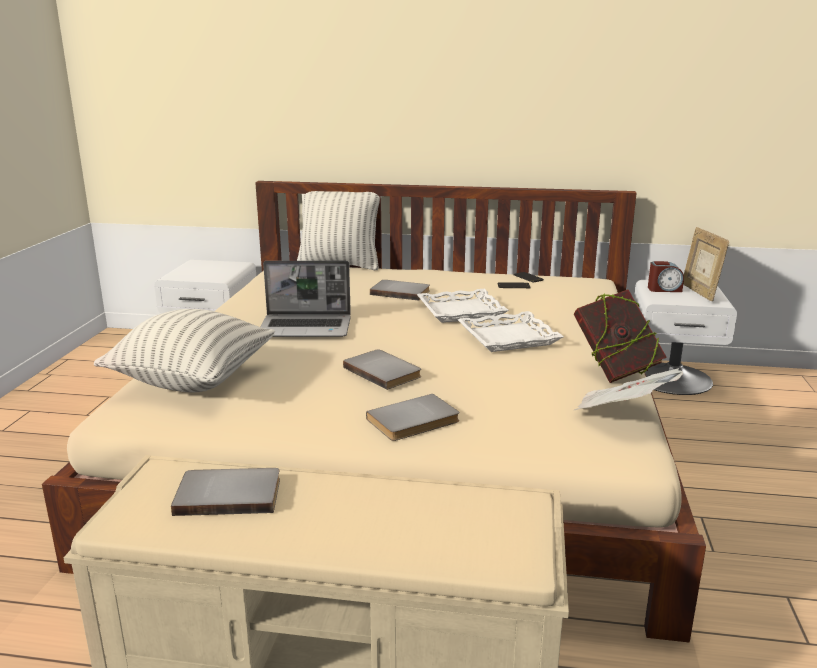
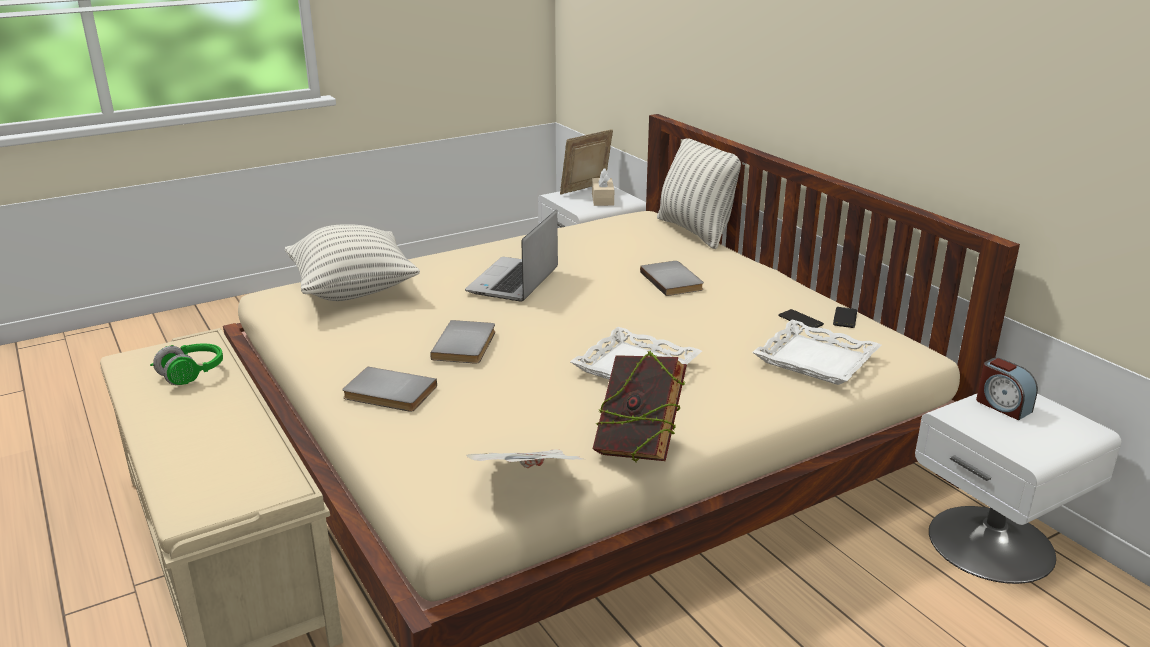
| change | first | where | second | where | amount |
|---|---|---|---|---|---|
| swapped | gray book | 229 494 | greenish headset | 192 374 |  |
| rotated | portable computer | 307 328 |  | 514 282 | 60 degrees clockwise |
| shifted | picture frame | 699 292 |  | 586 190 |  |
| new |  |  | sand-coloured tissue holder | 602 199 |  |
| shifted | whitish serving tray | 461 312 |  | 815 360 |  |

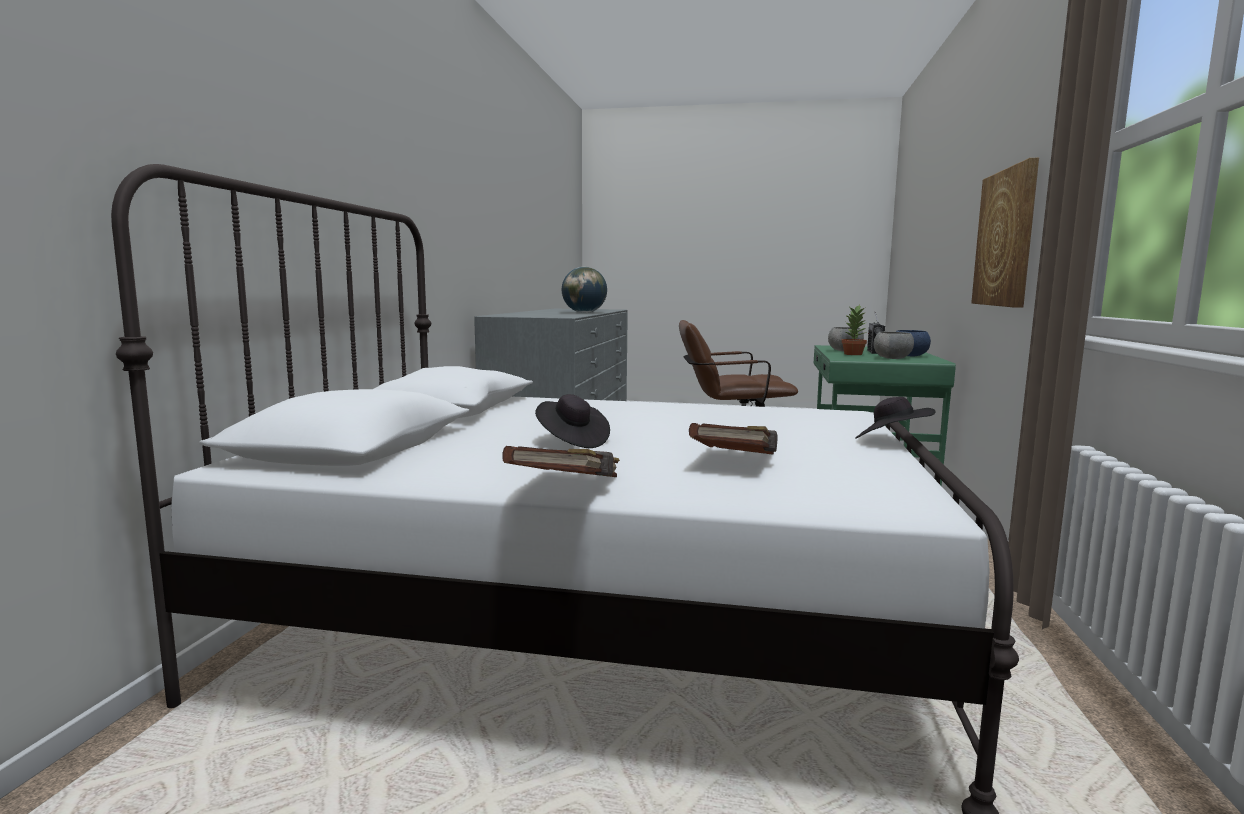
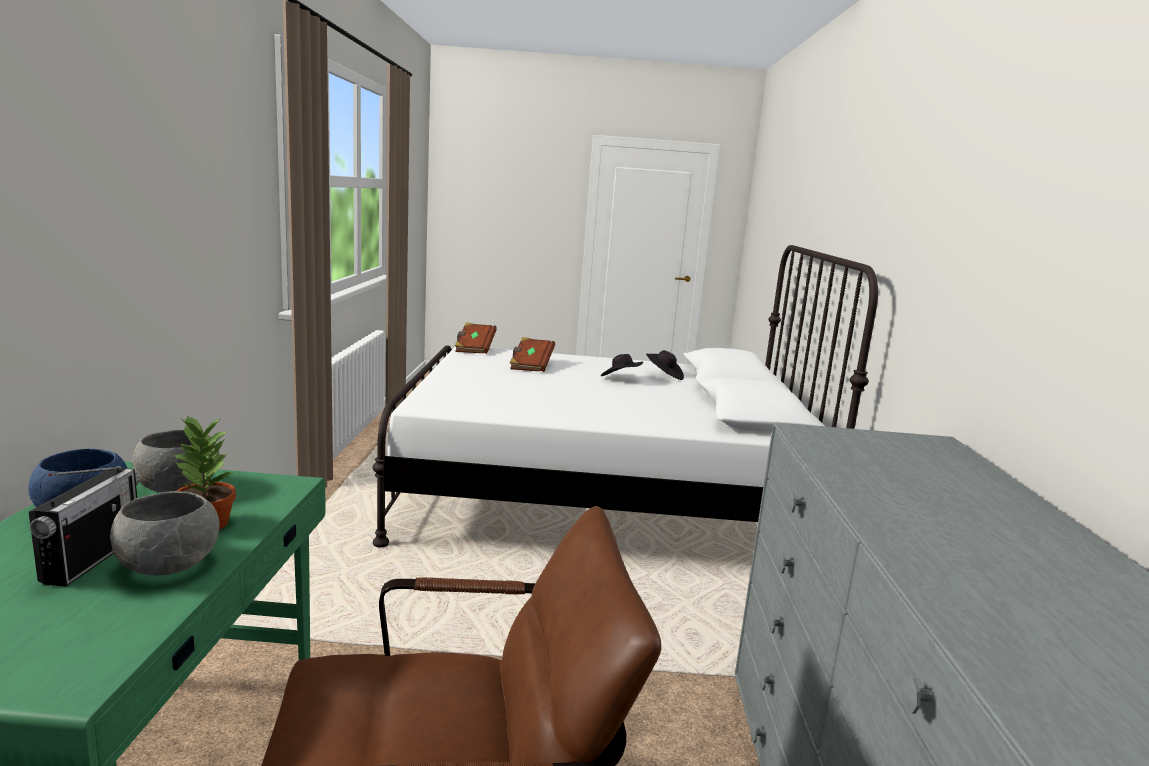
| change | first | where | second | where | amount |
|---|---|---|---|---|---|
| shifted | brownish book | 568 489 |  | 474 348 |  |
| shifted | blackish clothing hat | 891 441 |  | 664 376 |  |
| gone | globe | 584 312 |  |  |  |
| gone | wall art | 1006 238 |  |  |  |

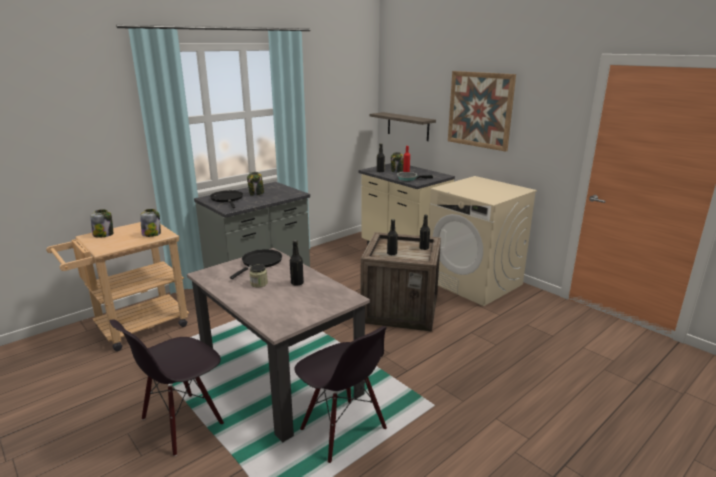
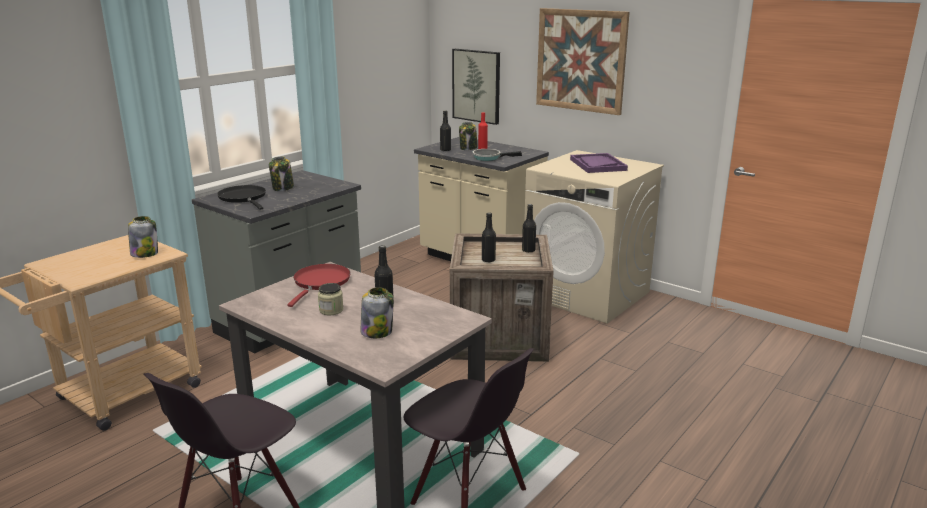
| change | first | where | second | where | amount |
|---|---|---|---|---|---|
| repainted | blackish skillet | 260 262 | red skillet | 320 282 |  |
| shifted | preserve jar | 104 234 |  | 377 332 |  |
| swapped | bracket shelf | 408 126 | wall art | 476 86 |  |
| new |  |  | purple-coloured serving tray | 597 165 |  |

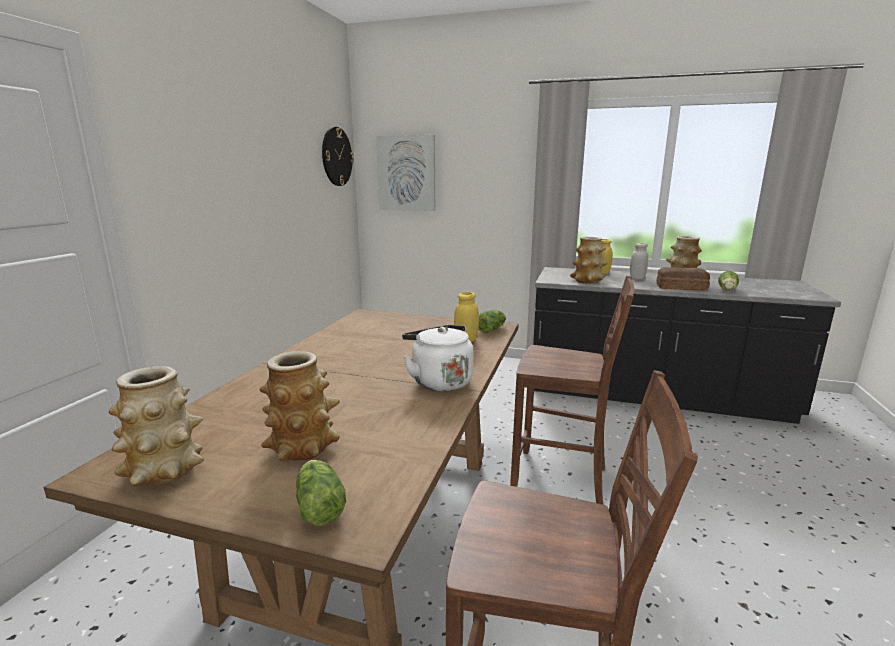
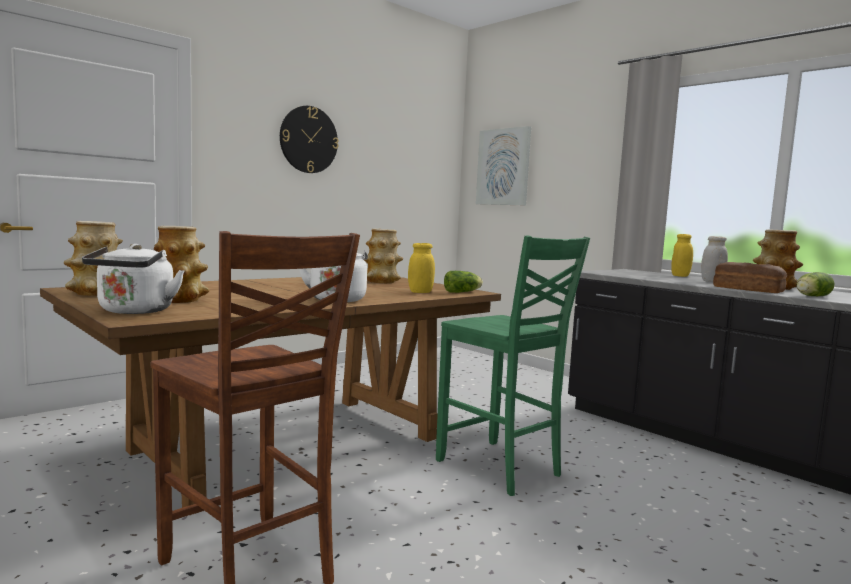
| change | first | where | second | where | amount |
|---|---|---|---|---|---|
| swapped | lettuce head | 319 505 | whitish water kettle | 134 311 |  |
| shifted | clock on the wall | 336 156 |  | 308 139 |  |
| shifted | decorative vase | 587 281 |  | 381 281 |  |
| repainted | brownish plain chair | 561 479 | greenish plain chair | 500 468 |  |

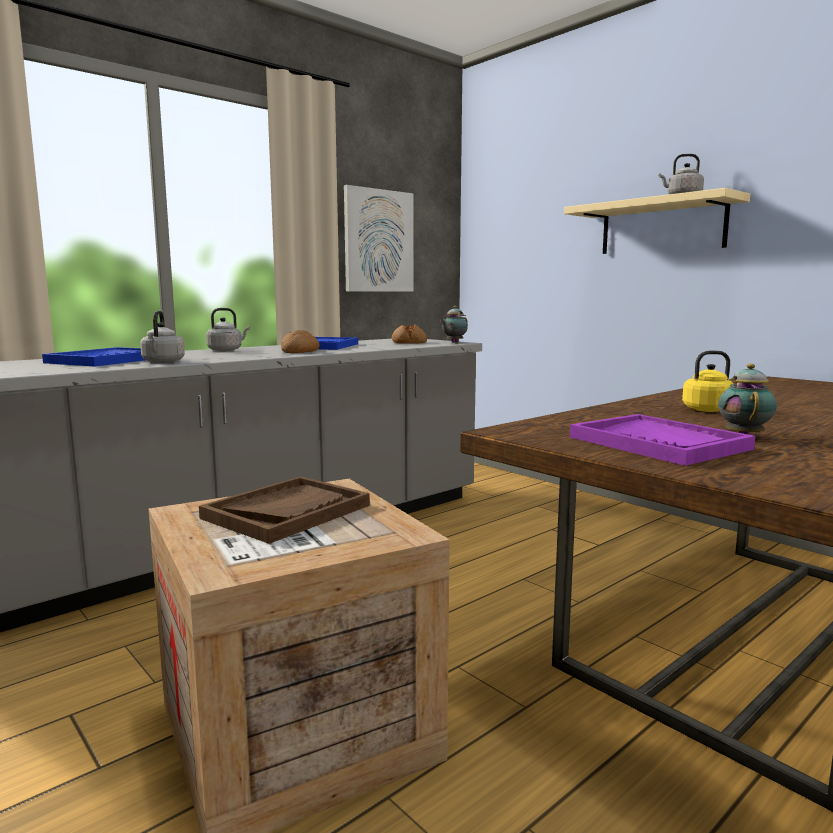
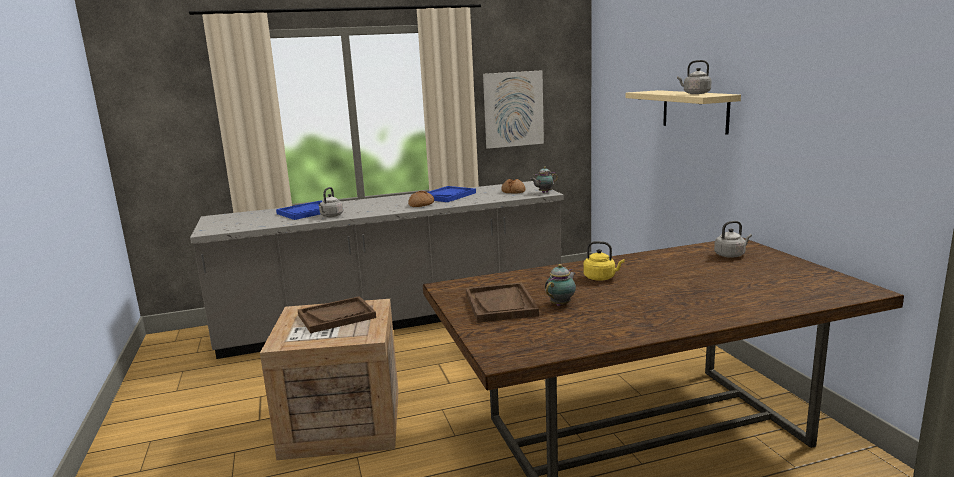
| change | first | where | second | where | amount |
|---|---|---|---|---|---|
| repainted | purple-coloured serving tray | 658 443 | brownish serving tray | 501 305 |  |
| shifted | gray water kettle | 226 350 |  | 731 255 |  |

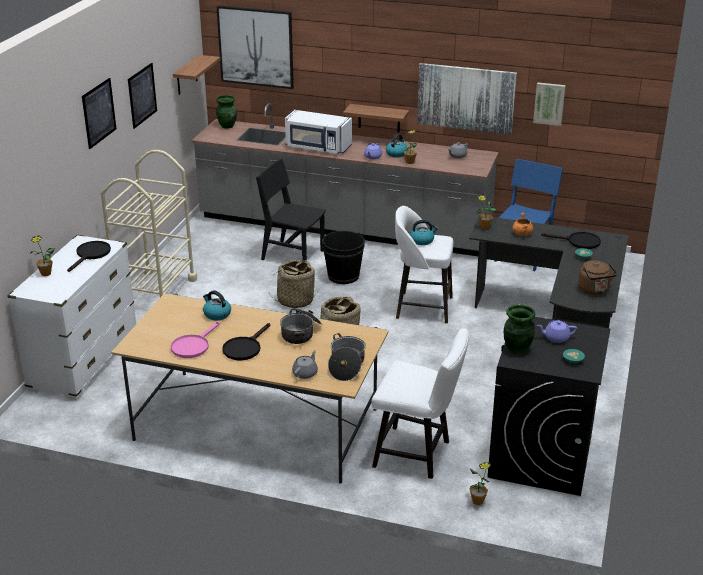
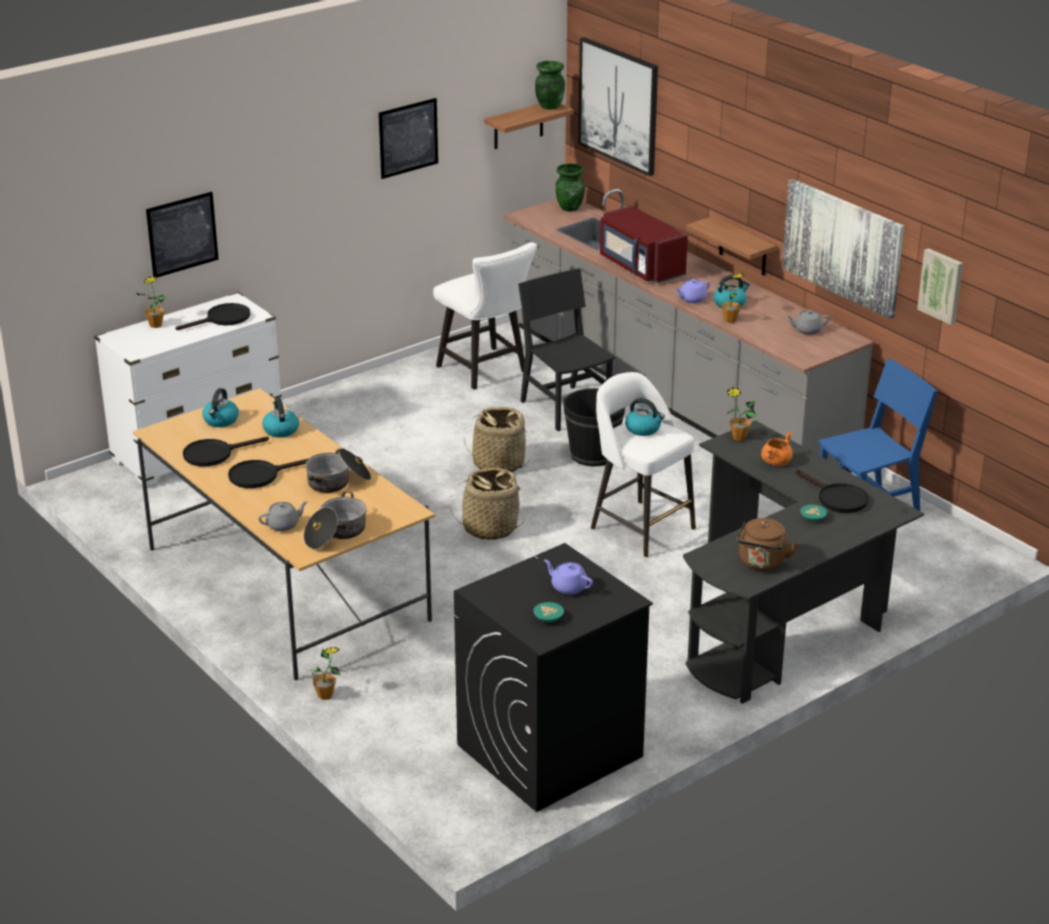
| change | first | where | second | where | amount |
|---|---|---|---|---|---|
| shifted | wall art | 99 113 |  | 182 234 |  |
| repainted | pinkish skillet | 193 346 | blackish skillet | 214 454 |  |
| new |  |  | water kettle | 221 421 |  |
| shifted | plant in a pot | 477 501 |  | 325 695 |  |
| shifted | whitish plain chair | 417 454 |  | 486 371 |  |
| shifted | greenish decorative vase | 517 349 |  | 549 106 |  |
| repainted | whitish kitchen microwave | 317 147 | red kitchen microwave | 640 267 |  |
| gone | sand-coloured trolley | 155 292 |  |  |  |

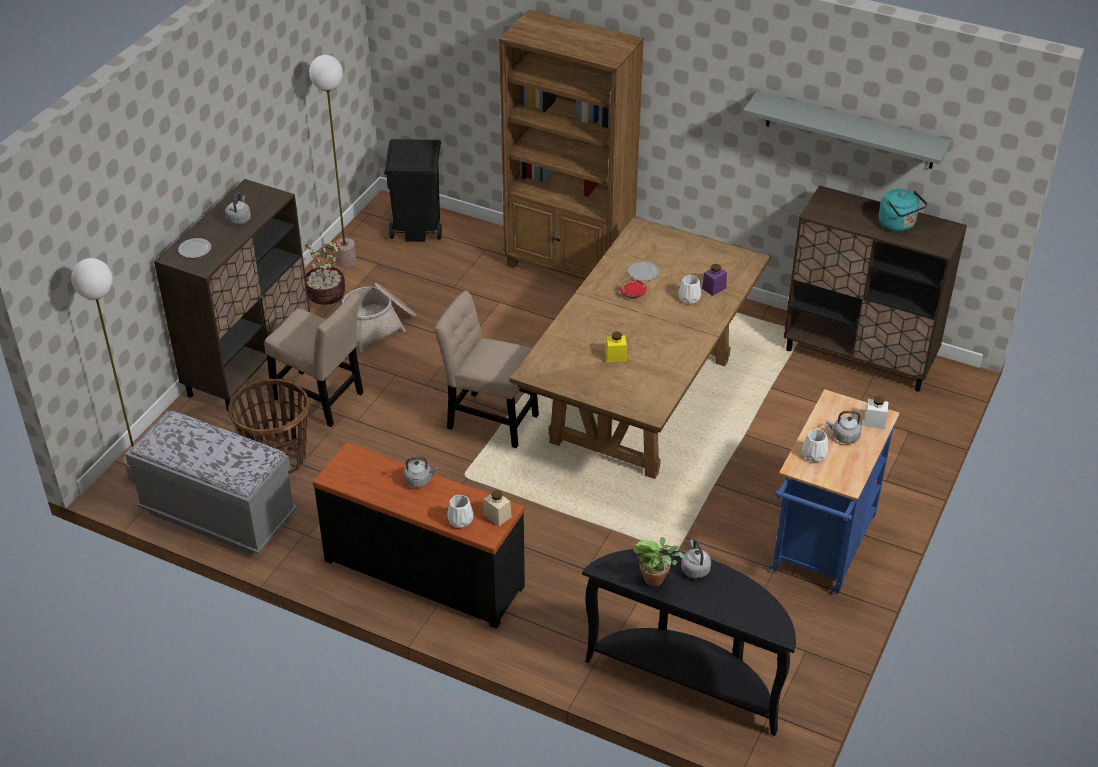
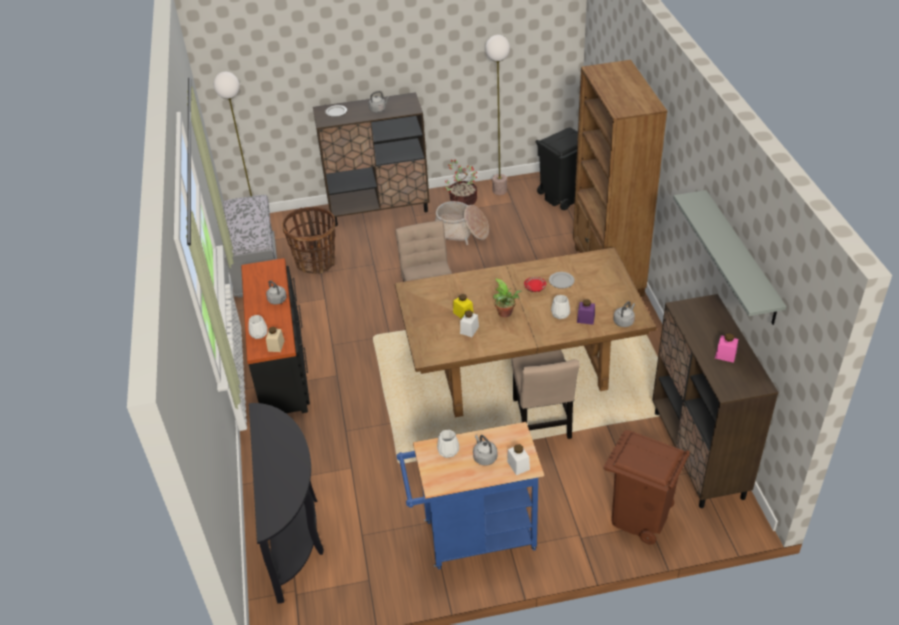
| change | first | where | second | where | amount |
|---|---|---|---|---|---|
| new |  |  | whitish preserve jar | 469 330 |  |
| shifted | plant in a pot | 656 579 |  | 506 314 |  |
| shifted | sand-coloured plain chair | 321 399 |  | 541 421 |  |
| new |  |  | brownish rubbish bin | 639 517 |  |
| shifted | gray water kettle | 694 568 |  | 624 321 |  |
| swapped | turquoise water kettle | 898 224 | pinkish preserve jar | 725 355 |  |

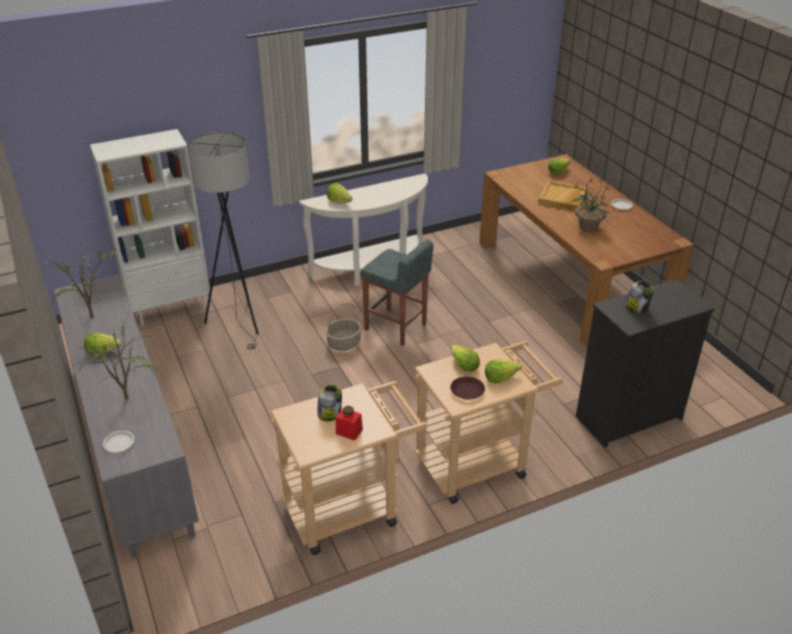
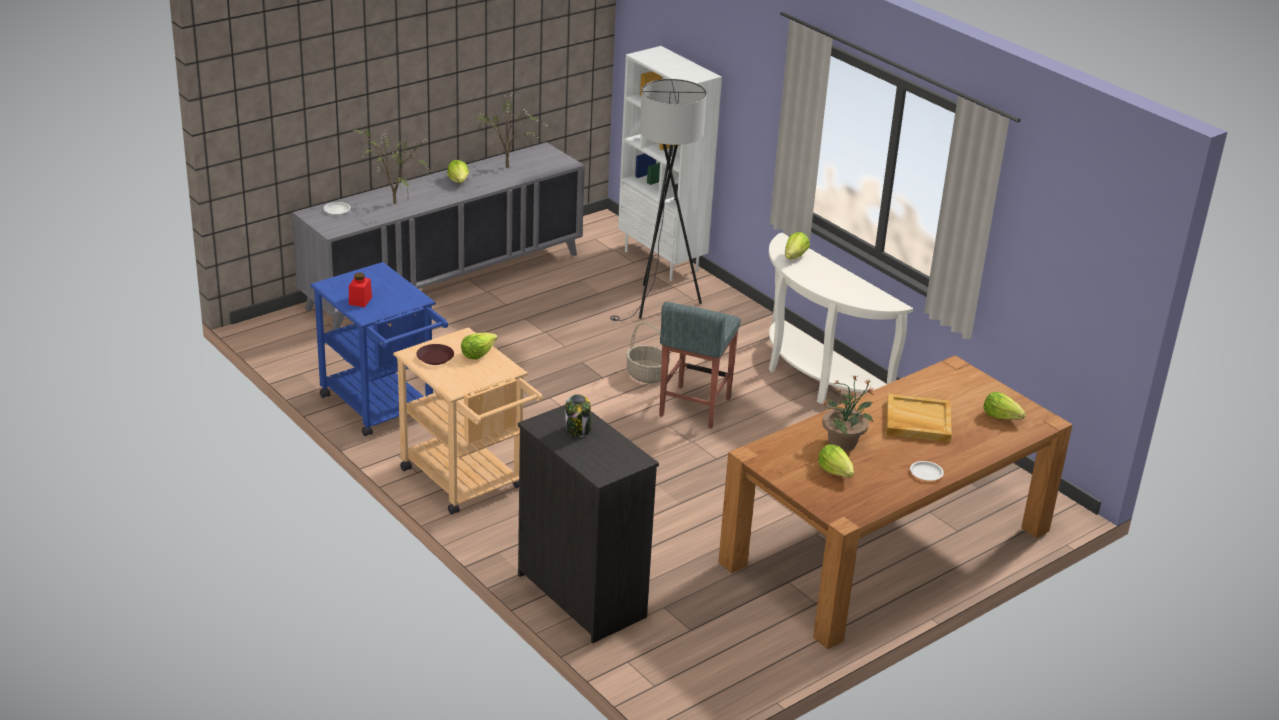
| change | first | where | second | where | amount |
|---|---|---|---|---|---|
| repainted | sand-coloured trolley | 350 508 | blue trolley | 383 409 |  |
| shifted | lettuce head | 500 377 |  | 836 471 |  |
| gone | preserve jar | 329 414 |  |  |  |

